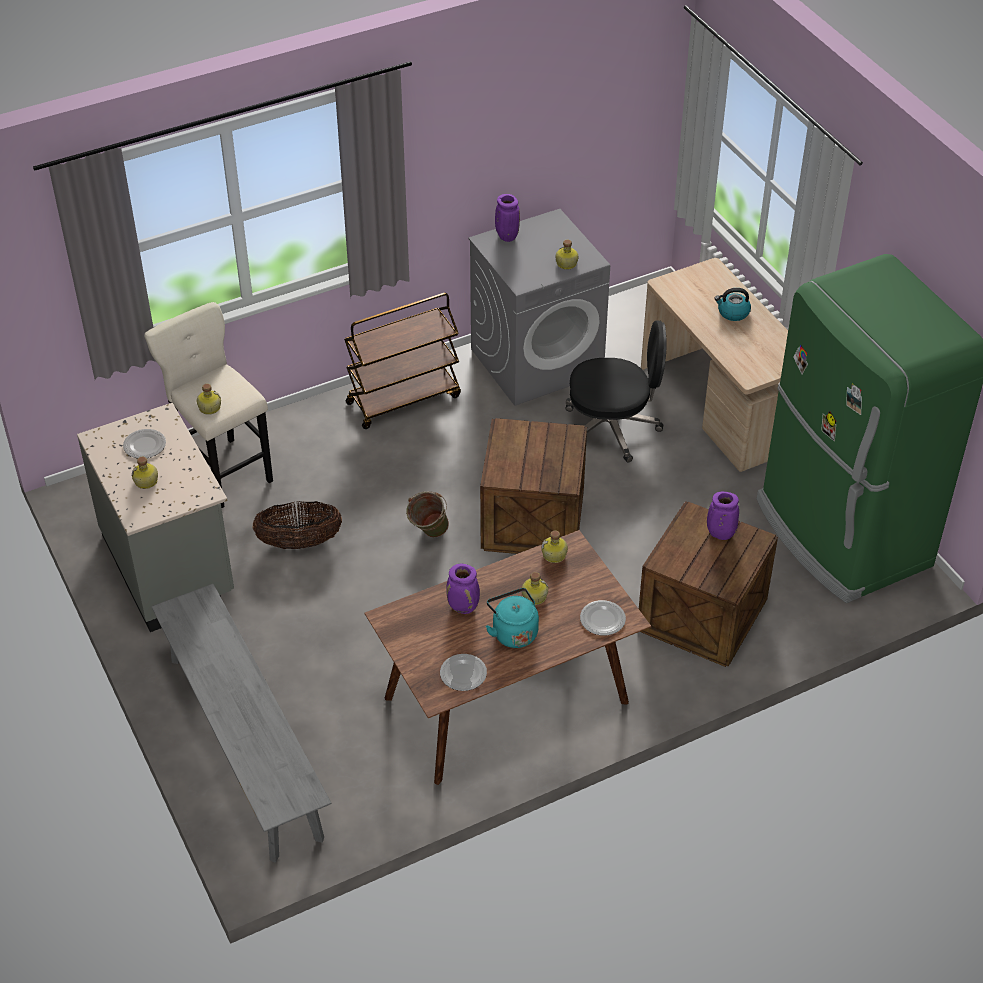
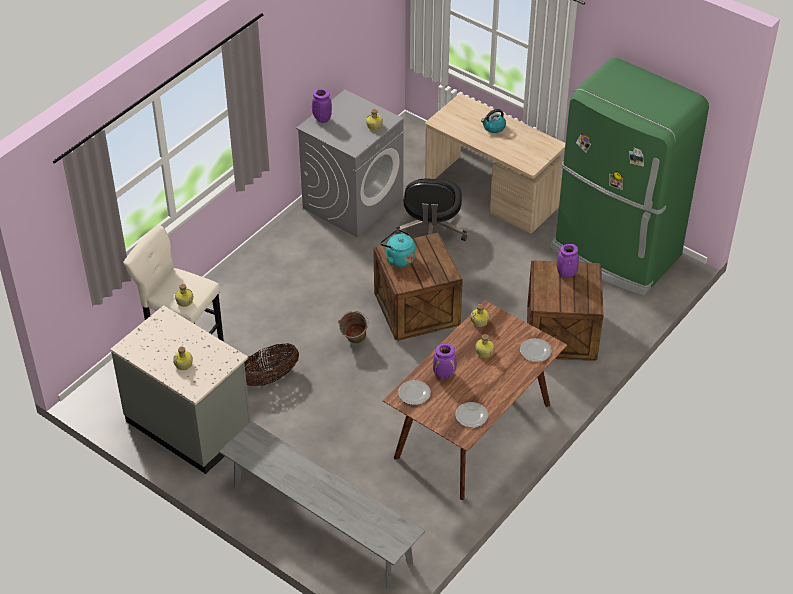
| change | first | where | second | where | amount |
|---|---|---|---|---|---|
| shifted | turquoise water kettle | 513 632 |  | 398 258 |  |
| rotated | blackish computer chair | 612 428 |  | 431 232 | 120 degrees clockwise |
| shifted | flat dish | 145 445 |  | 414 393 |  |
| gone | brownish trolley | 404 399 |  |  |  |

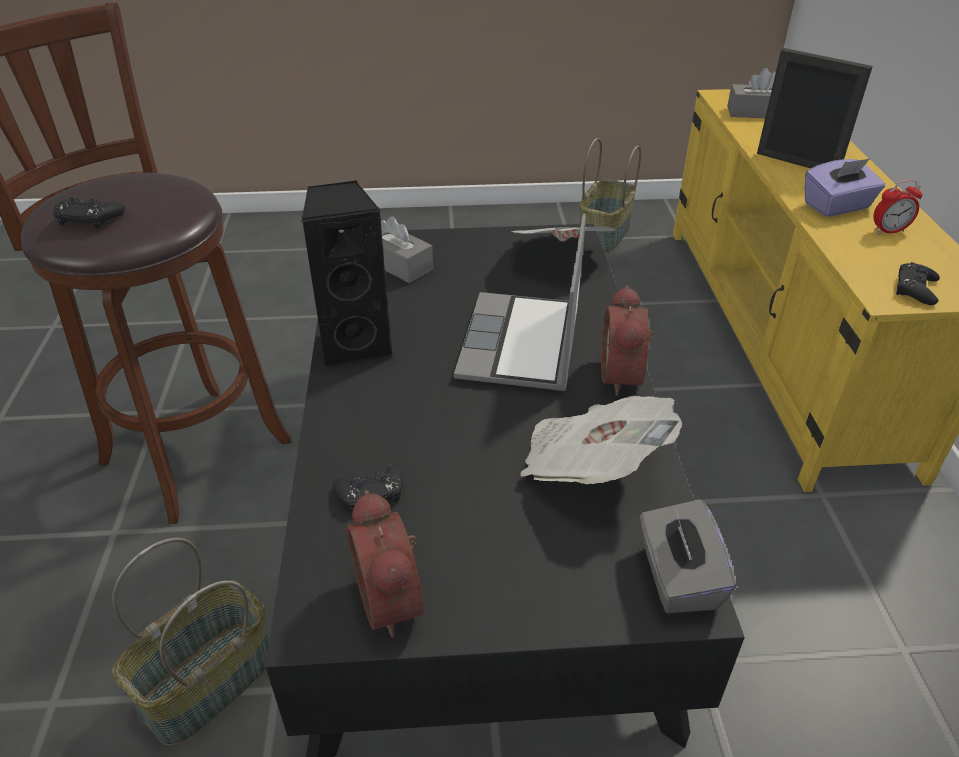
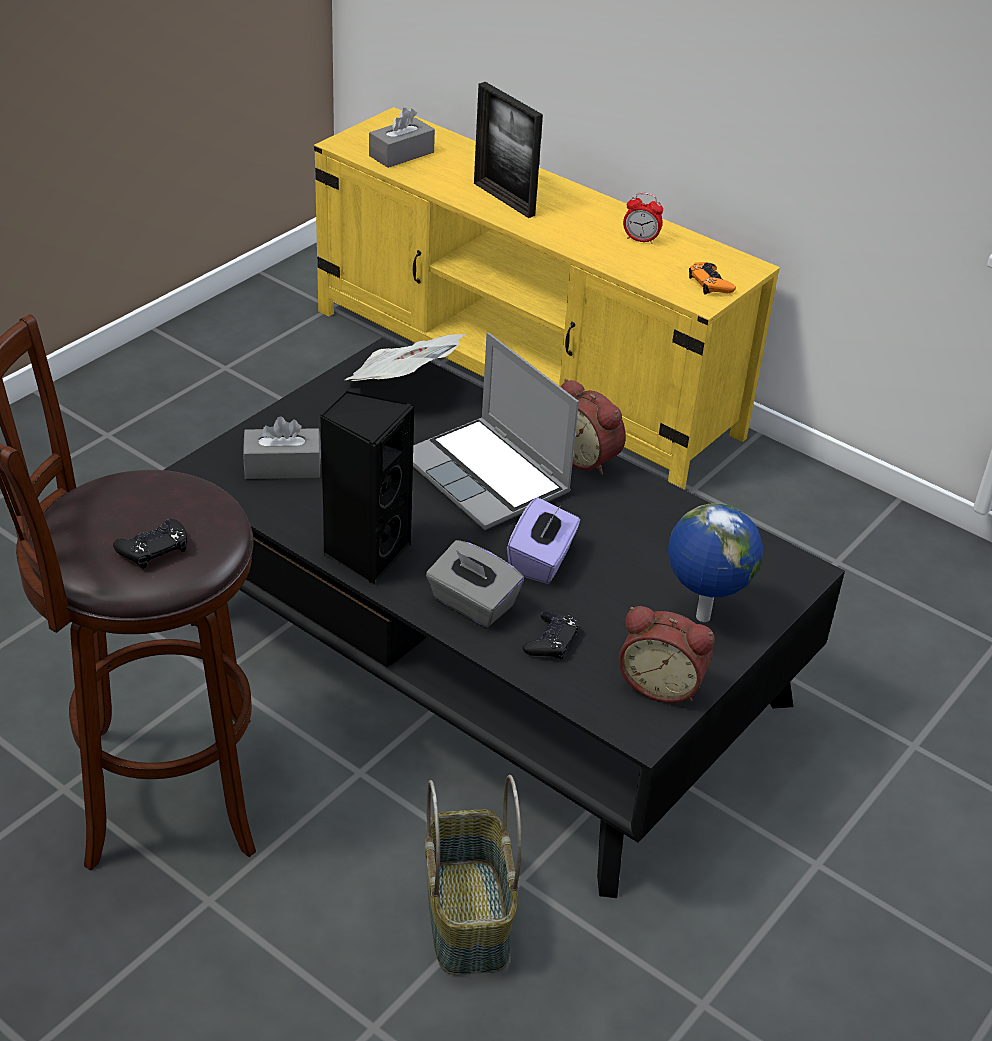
| change | first | where | second | where | amount |
|---|---|---|---|---|---|
| shifted | gray tissue holder | 677 577 |  | 472 604 |  |
| rotated | picture frame | 797 163 |  | 504 199 | 120 degrees counterclockwise |
| shifted | purple-coloured tissue holder | 837 206 |  | 542 560 |  |
| rotated | bedside clock | 888 231 |  | 640 239 | 75 degrees clockwise |
| new |  |  | globe | 701 617 |  |
| repainted | blackish joypad | 915 289 | orangey joypad | 710 283 |  |
| gone | printed paper | 590 466 |  |  |  |
| gone | household basket | 604 235 |  |  |  |

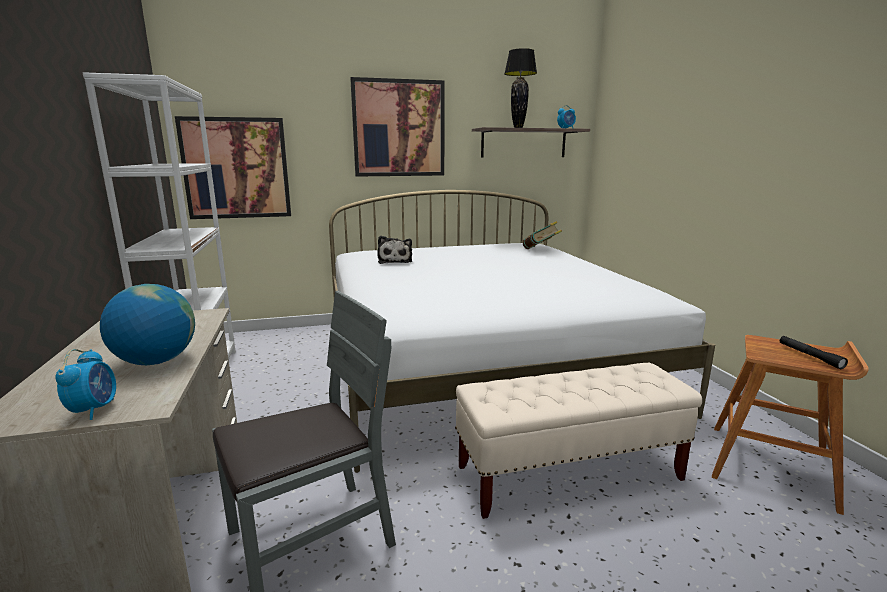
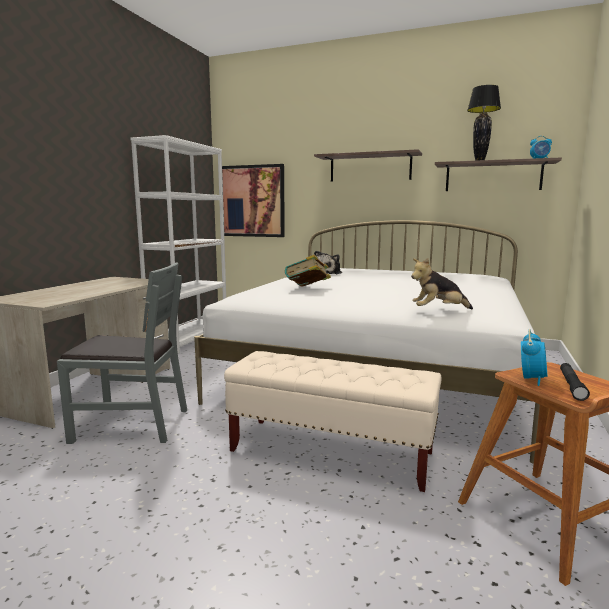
| change | first | where | second | where | amount |
|---|---|---|---|---|---|
| shifted | book | 540 250 |  | 308 289 |  |
| swapped | wall art | 399 128 | bracket shelf | 370 168 |  |
| new |  |  | cuddly toy | 438 310 |  |
| shifted | bedside clock | 94 409 |  | 531 379 |  |
| gone | globe | 155 361 |  |  |  |

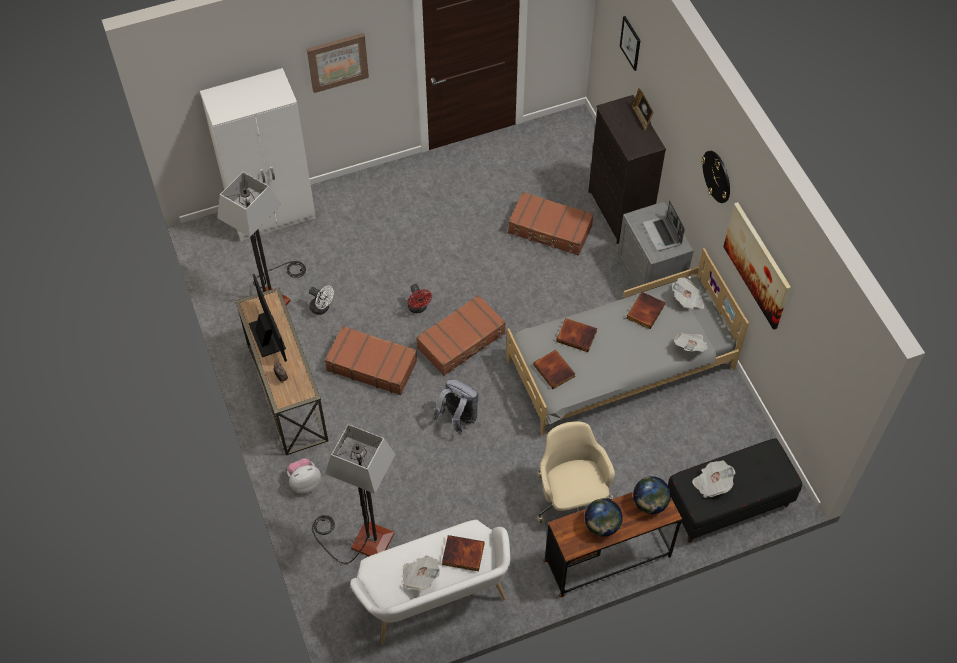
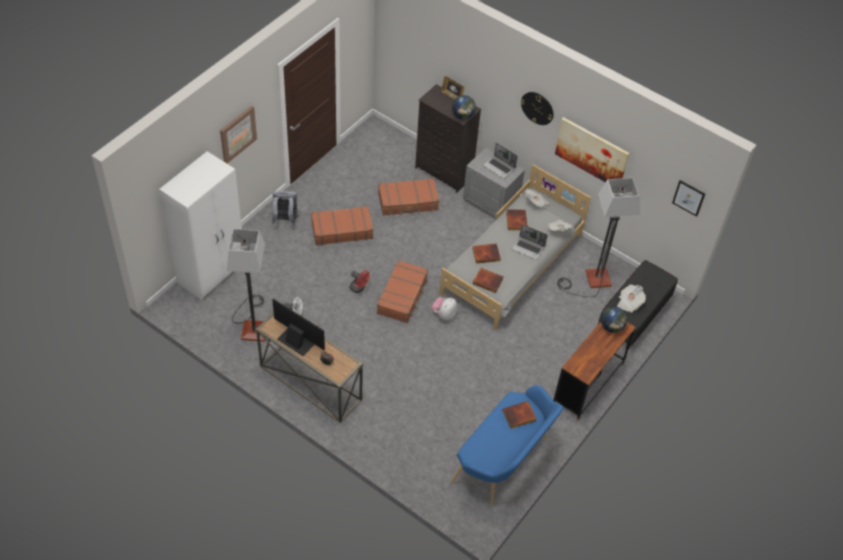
| change | first | where | second | where | amount |
|---|---|---|---|---|---|
| shifted | gray knapsack | 458 418 |  | 285 220 |  |
| shifted | brownish piece of luggage | 372 365 |  | 342 230 |  |
| shifted | cuddly toy | 305 482 |  | 444 314 |  |
| repainted | whitish long seat | 435 600 | blue long seat | 504 462 |  |
| shifted | globe | 601 525 |  | 462 116 |  |
| new |  |  | portable computer | 528 248 |  |
| shifted | floor lamp | 360 540 |  | 591 281 |  |
| shifted | wall art | 630 43 |  | 688 197 |  |
| gone | printed paper | 420 576 |  |  |  |
| gone | sand-coloured computer chair | 571 499 |  |  |  |

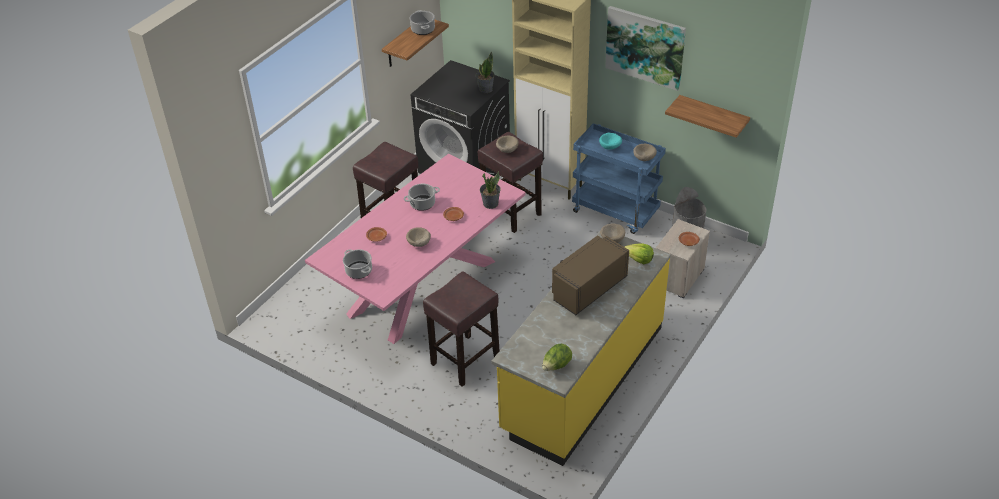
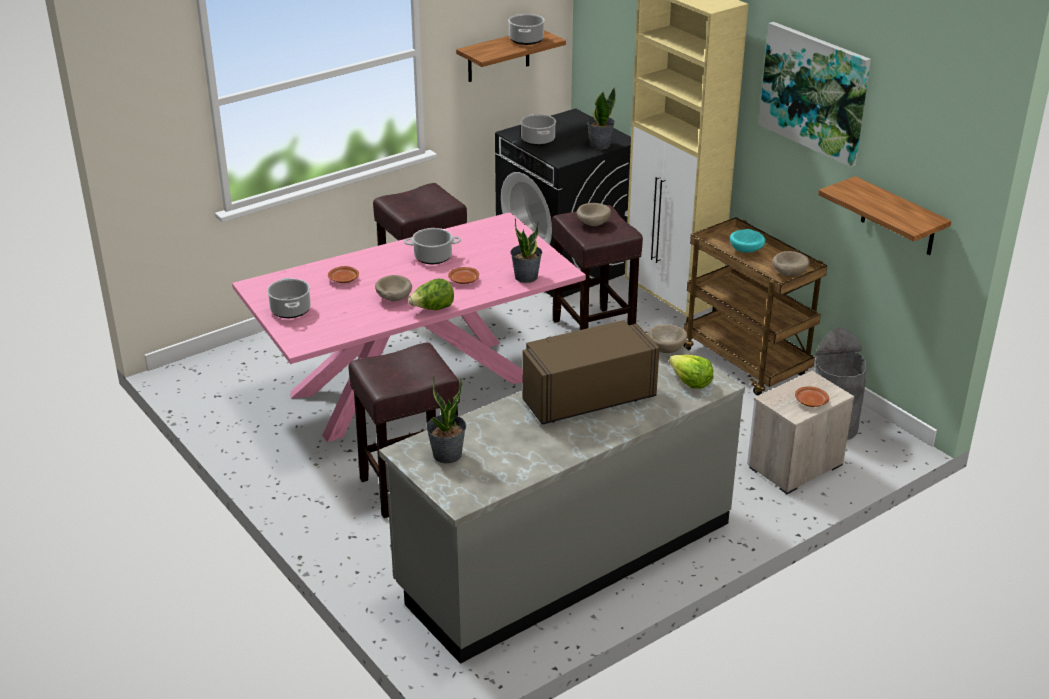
| change | first | where | second | where | amount |
|---|---|---|---|---|---|
| repainted | yellow kitchen counter | 582 378 | gray kitchen counter | 565 556 |  |
| shifted | lettuce head | 556 366 |  | 433 309 |  |
| new |  |  | plant in a pot | 447 455 |  |
| new |  |  | cooking pot | 538 140 |  |
| repainted | blue trolley | 616 212 | brownish trolley | 747 363 |  |

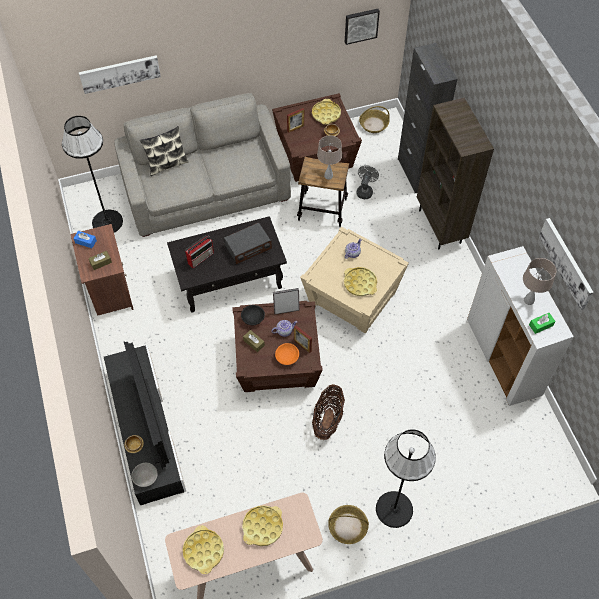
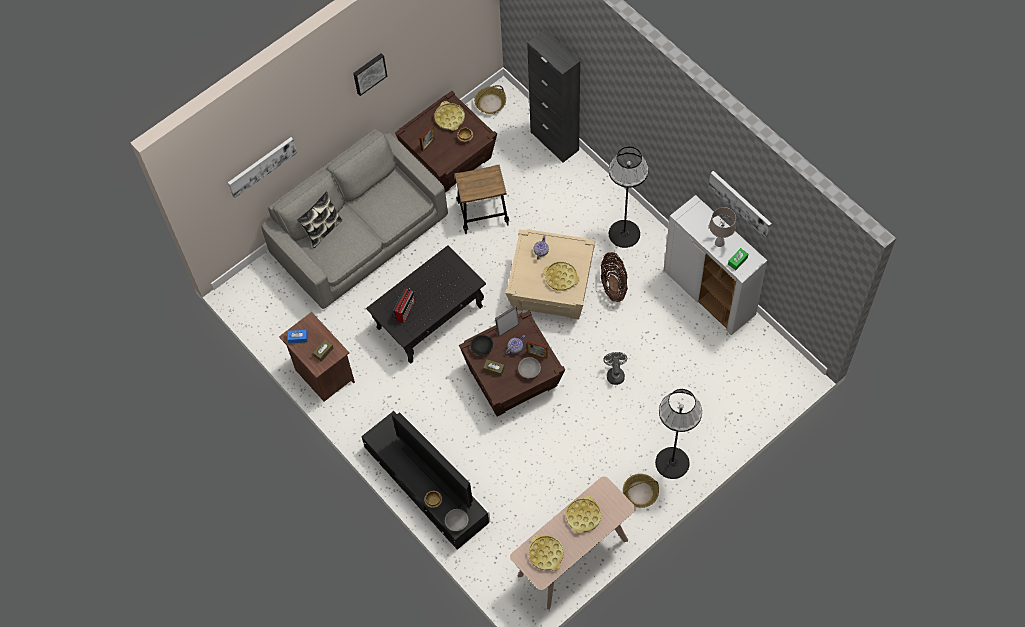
| change | first | where | second | where | amount |
|---|---|---|---|---|---|
| shifted | wall art | 361 25 |  | 369 73 |  |
| repainted | orangey deep dish | 287 357 | gray deep dish | 529 370 |  |
| shifted | household basket | 327 419 |  | 613 285 |  |
| shifted | gray fan | 365 191 |  | 615 373 |  |
| shifted | blackish floor lamp | 107 221 |  | 624 233 |  |
| gone | radio | 248 247 |  |  |  |
| gone | sand-coloured table lamp | 328 176 |  |  |  |
| gone | brownish bookcase | 440 226 |  |  |  |

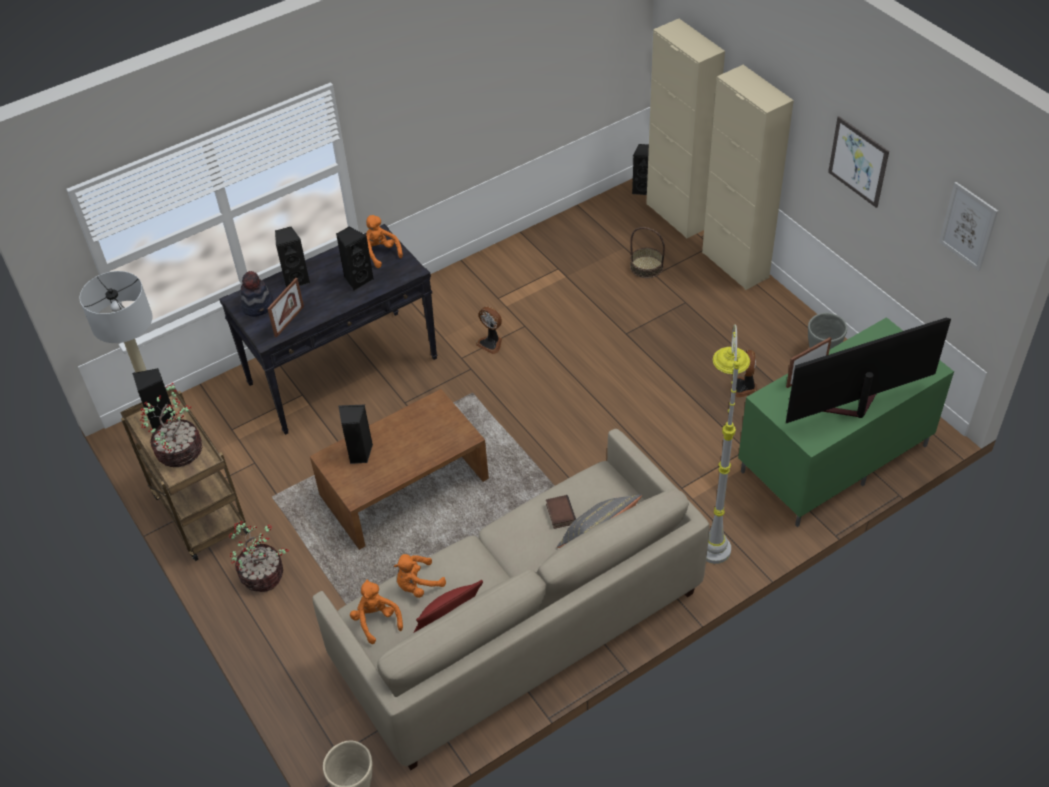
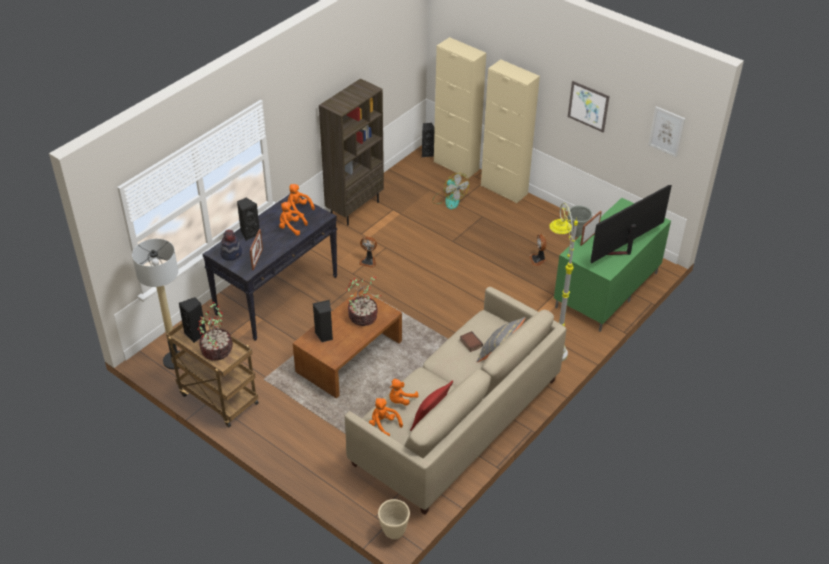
| change | first | where | second | where | amount |
|---|---|---|---|---|---|
| swapped | blackish loudspeaker | 358 279 | orangey cuddly toy | 291 227 |  |
| new |  |  | brownish bookcase | 354 208 |  |
| shifted | plant in a pot | 264 575 |  | 363 317 |  |
| swapped | household basket | 646 267 | fan | 449 199 |  |

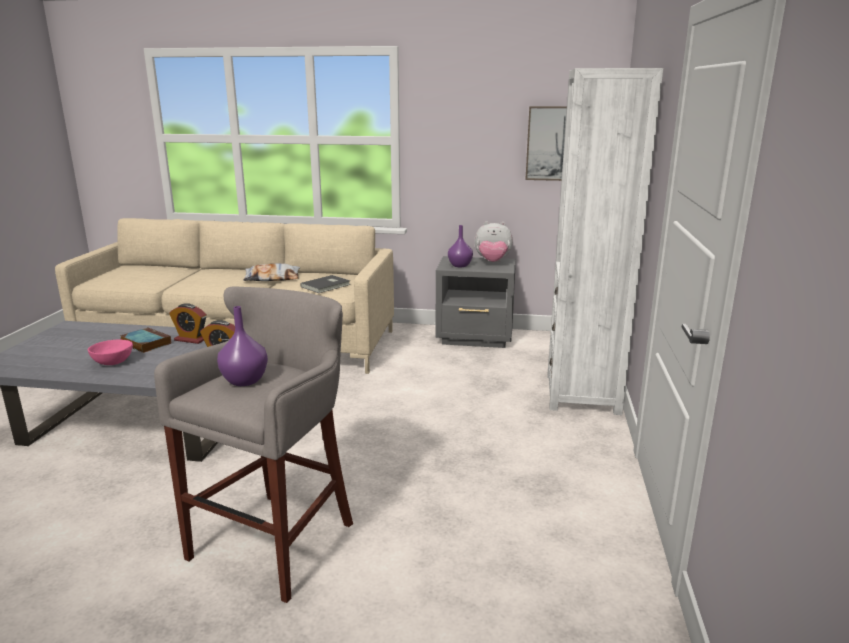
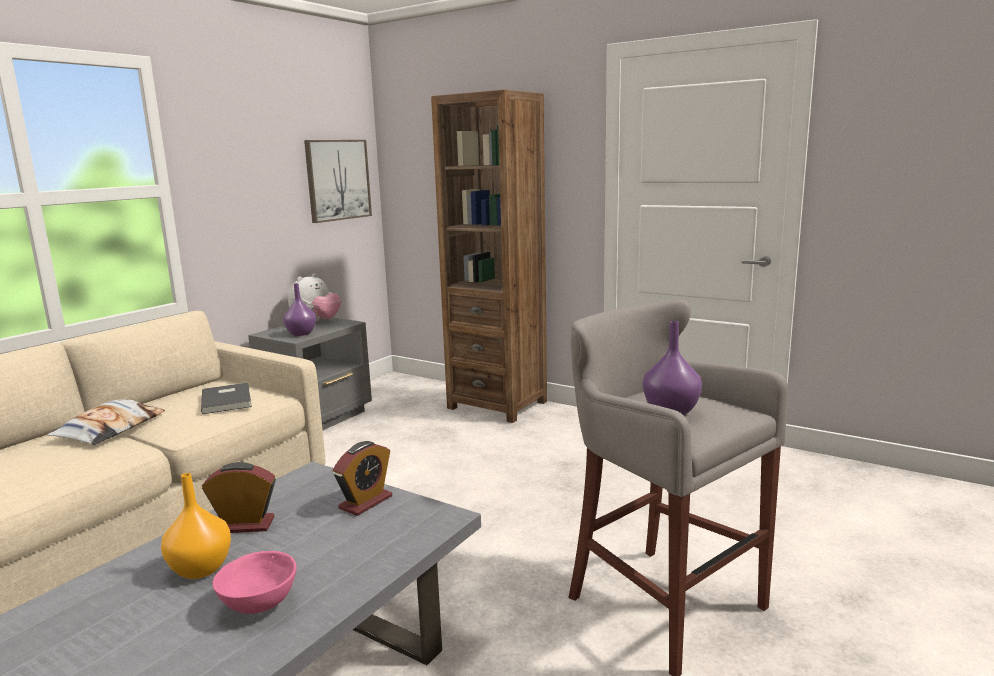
| change | first | where | second | where | amount |
|---|---|---|---|---|---|
| swapped | book | 145 343 | orangey decorative vase | 200 570 |  |
| rotated | bedside clock | 191 339 |  | 245 525 | 135 degrees counterclockwise |
| repainted | whitish bookcase | 582 394 | brownish bookcase | 497 405 |  |

